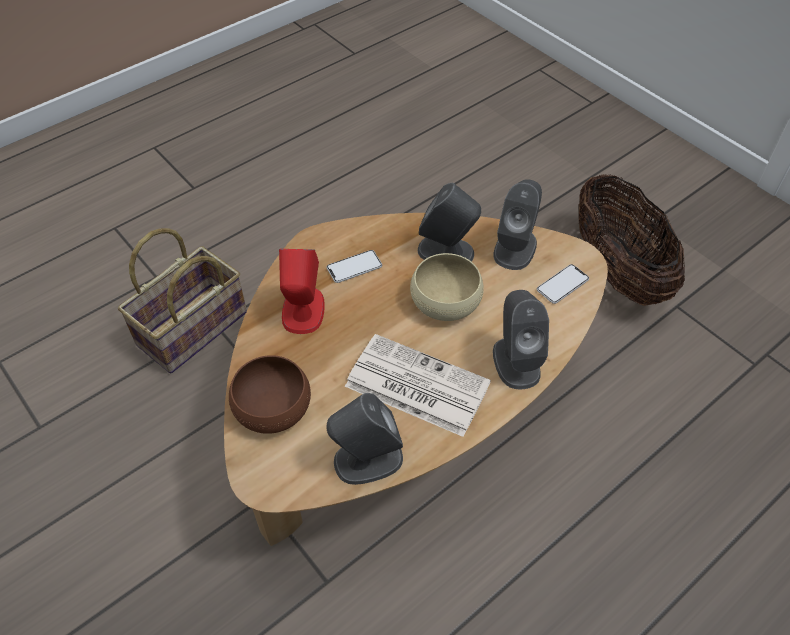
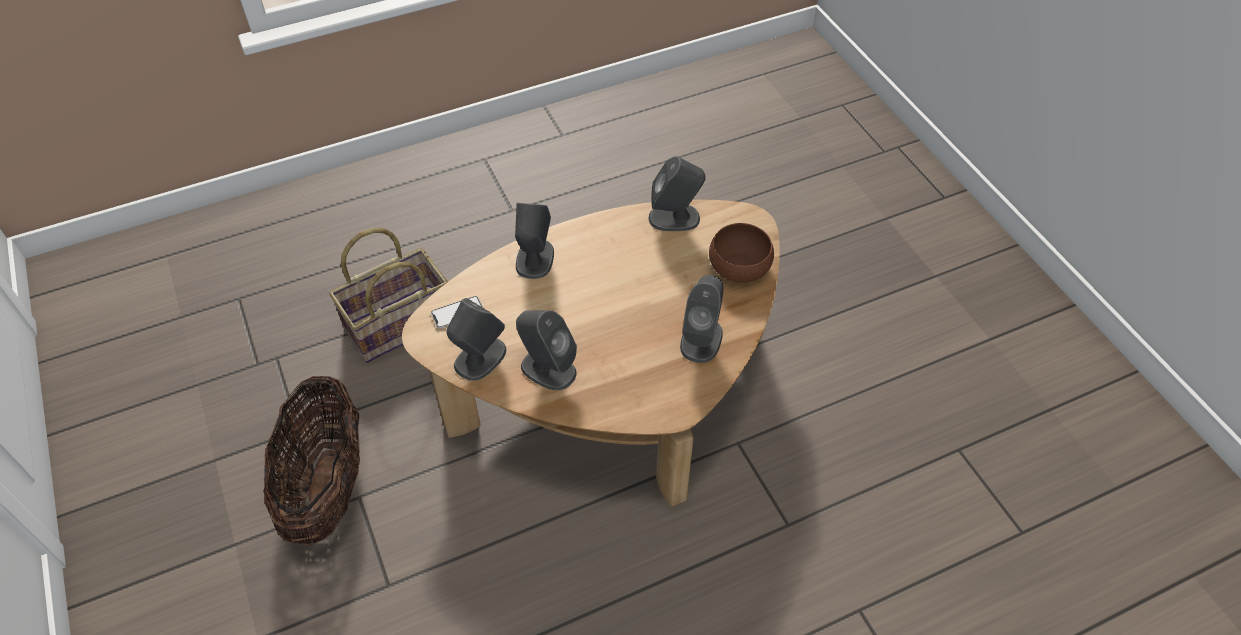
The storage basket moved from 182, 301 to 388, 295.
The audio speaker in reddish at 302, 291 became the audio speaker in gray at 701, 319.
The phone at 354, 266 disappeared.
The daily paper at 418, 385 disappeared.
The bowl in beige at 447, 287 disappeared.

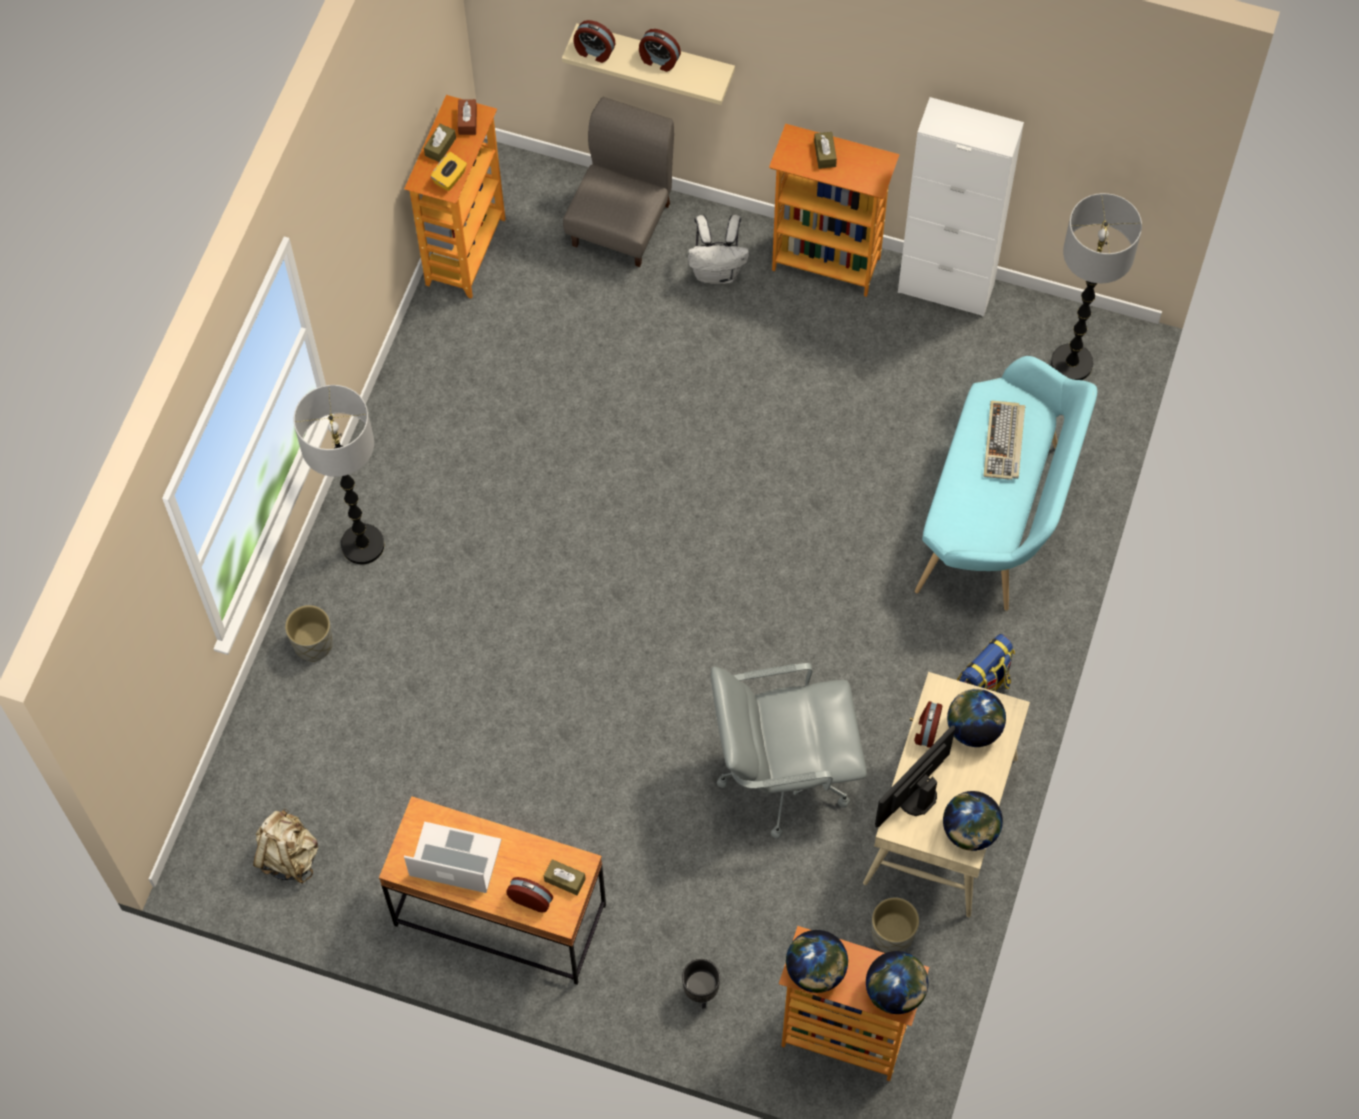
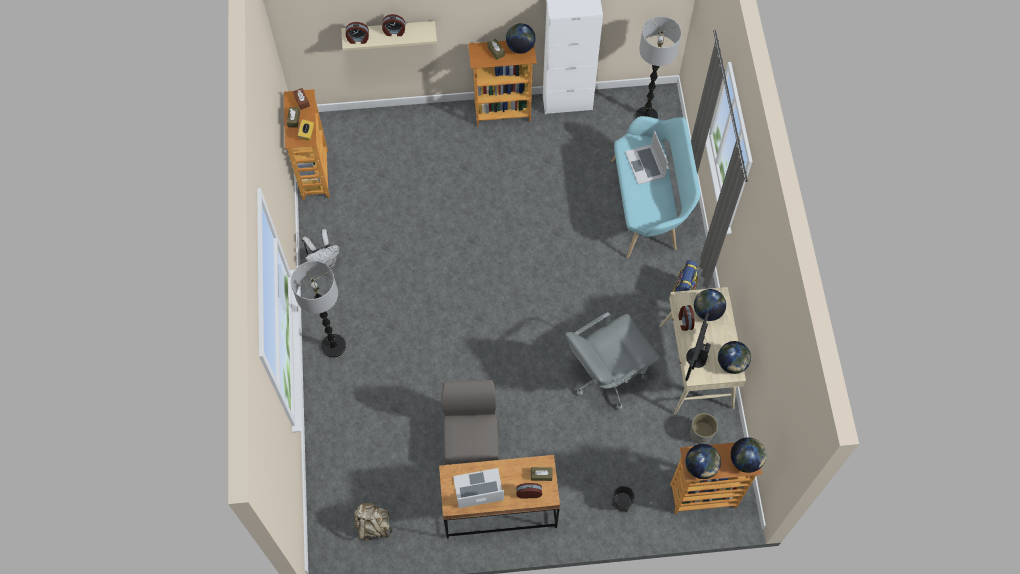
The backpack in whitish moved from 718, 249 to 320, 248.
The upright chair in gray moved from 618, 182 to 470, 422.
The desk globe at 521, 38 appeared.
The PC keyboard at 1004, 440 was replaced by the laptop at 646, 157.
The flower pot in gray at 309, 633 disappeared.

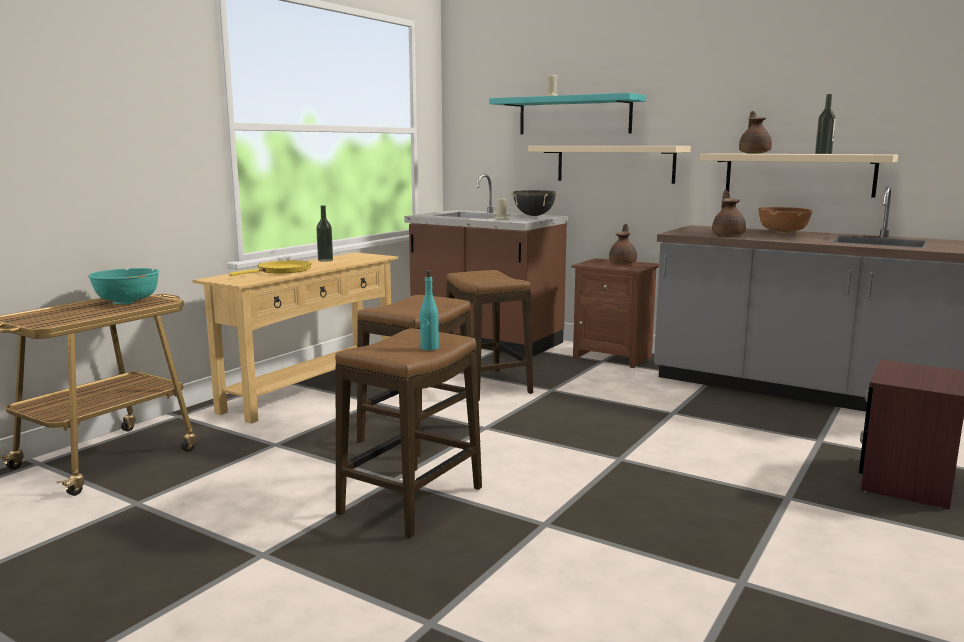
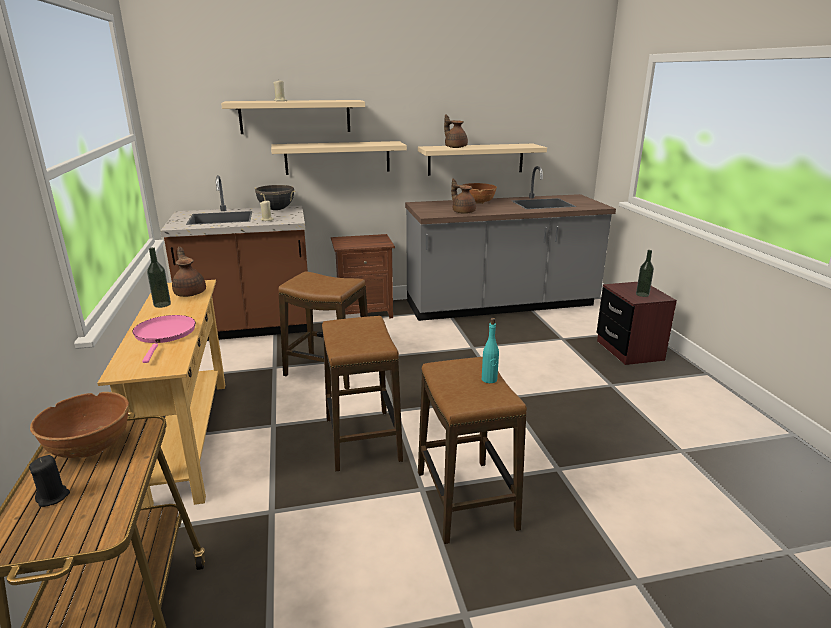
The candle in black-coloured at 49, 481 appeared.
The bowl in turquoise-coloured at 123, 286 became the bowl in brownish at 79, 425.
The frying pan in yellow-coloured at 270, 268 became the frying pan in pink-coloured at 164, 339.
The tea pot in brownish moved from 623, 244 to 189, 272.
The wall shelf in turquoise-coloured at 567, 113 became the wall shelf in beige at 293, 117.
The beverage bottle moved from 825, 124 to 645, 273.

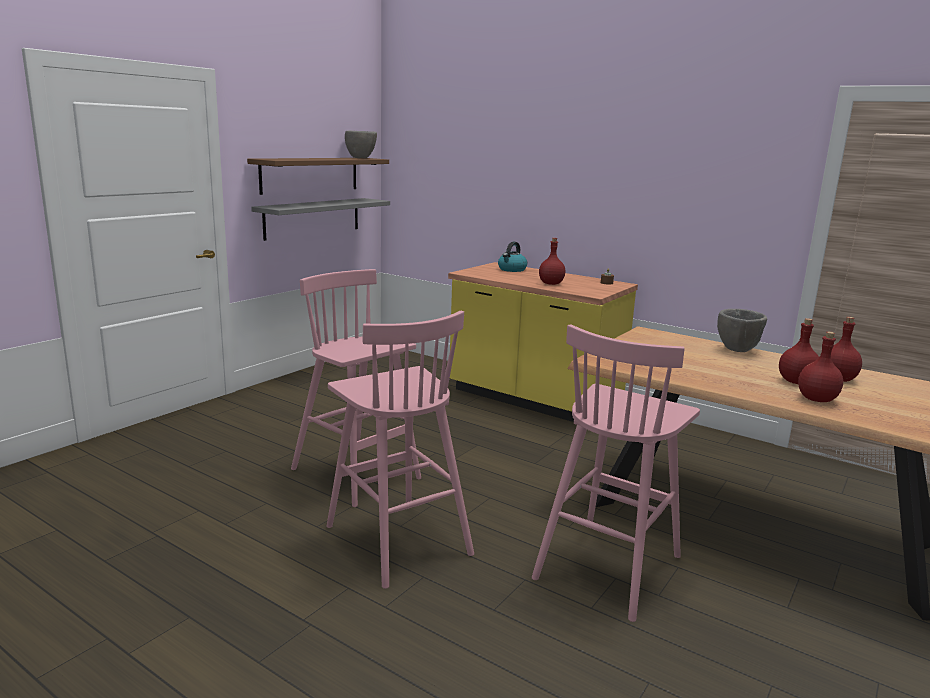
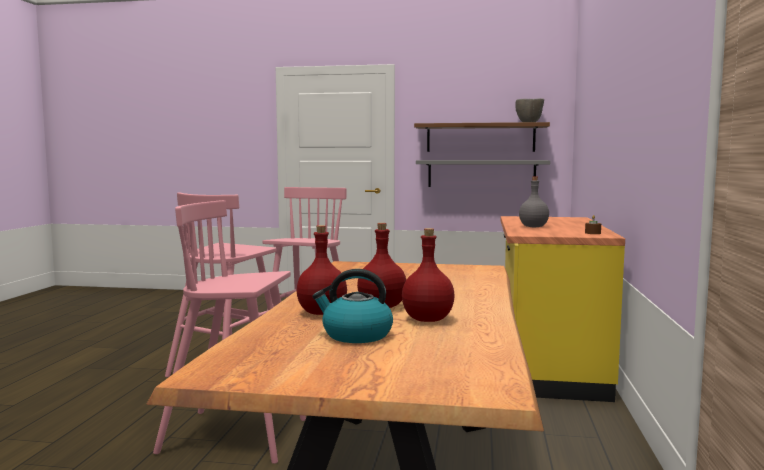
The tea kettle moved from 512, 257 to 352, 306.
The beverage bottle in reddish at 552, 261 became the beverage bottle in gray at 534, 201.
The bowl in gray at 742, 330 disappeared.

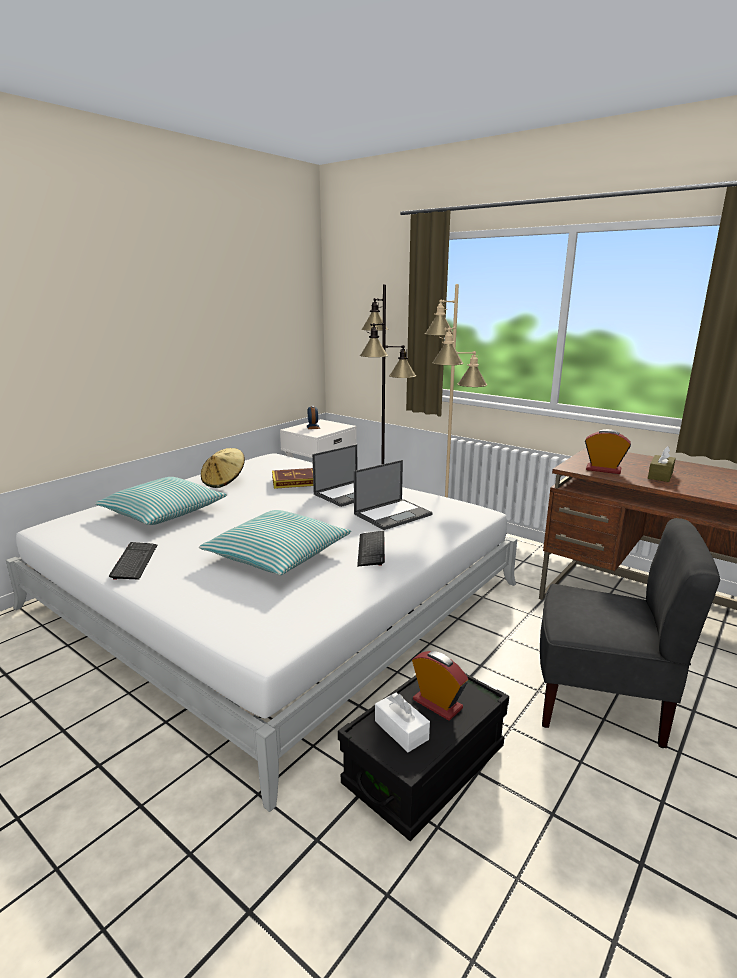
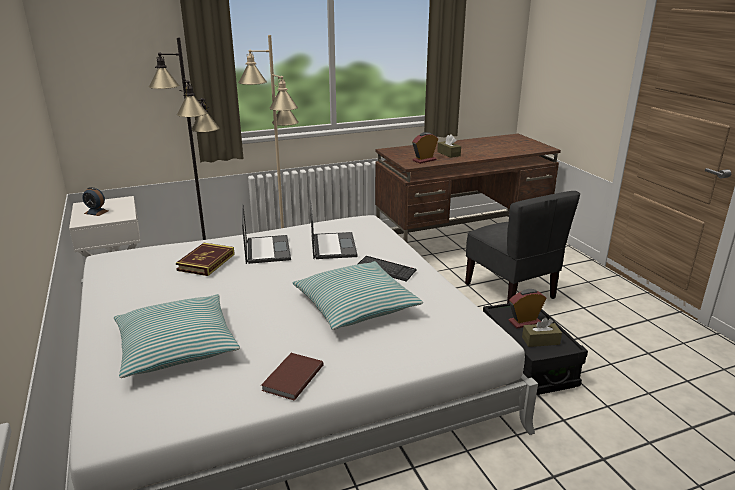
The PC keyboard at 133, 561 was replaced by the book in brownish at 292, 376.
The upright chair in gray at 630, 633 turned 105 degrees clockwise.
The box of tissues in whitish at 402, 722 became the box of tissues in brownish at 542, 332.
The clothing hat in beige at 223, 468 disappeared.

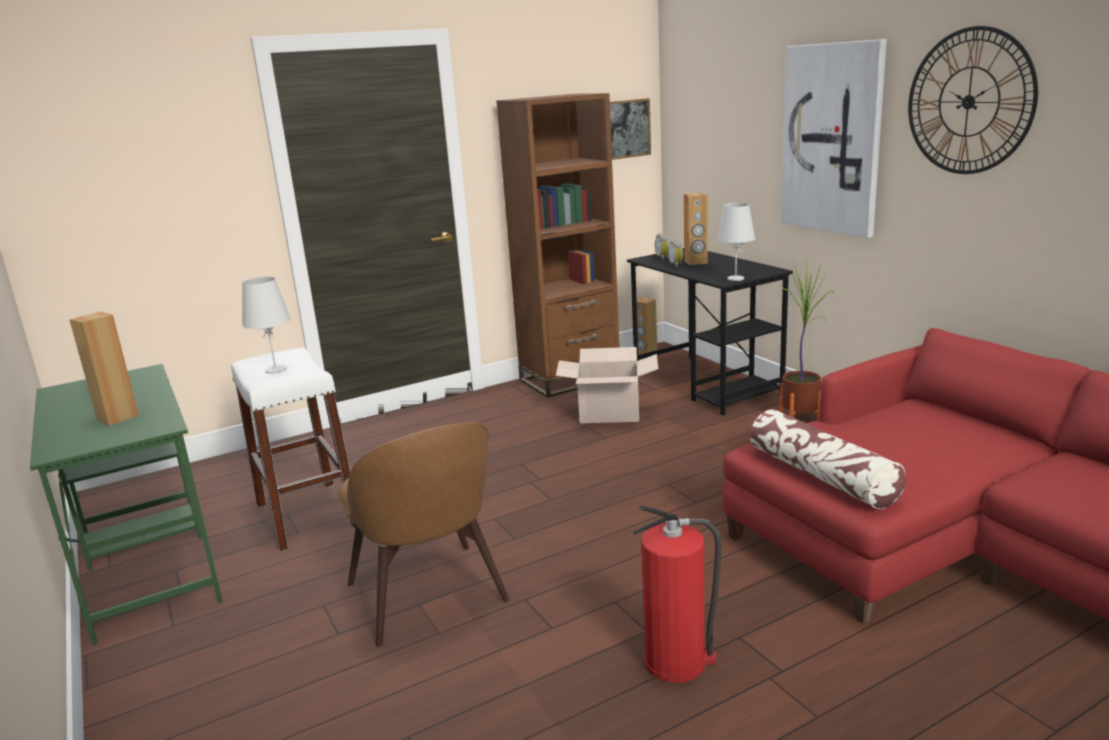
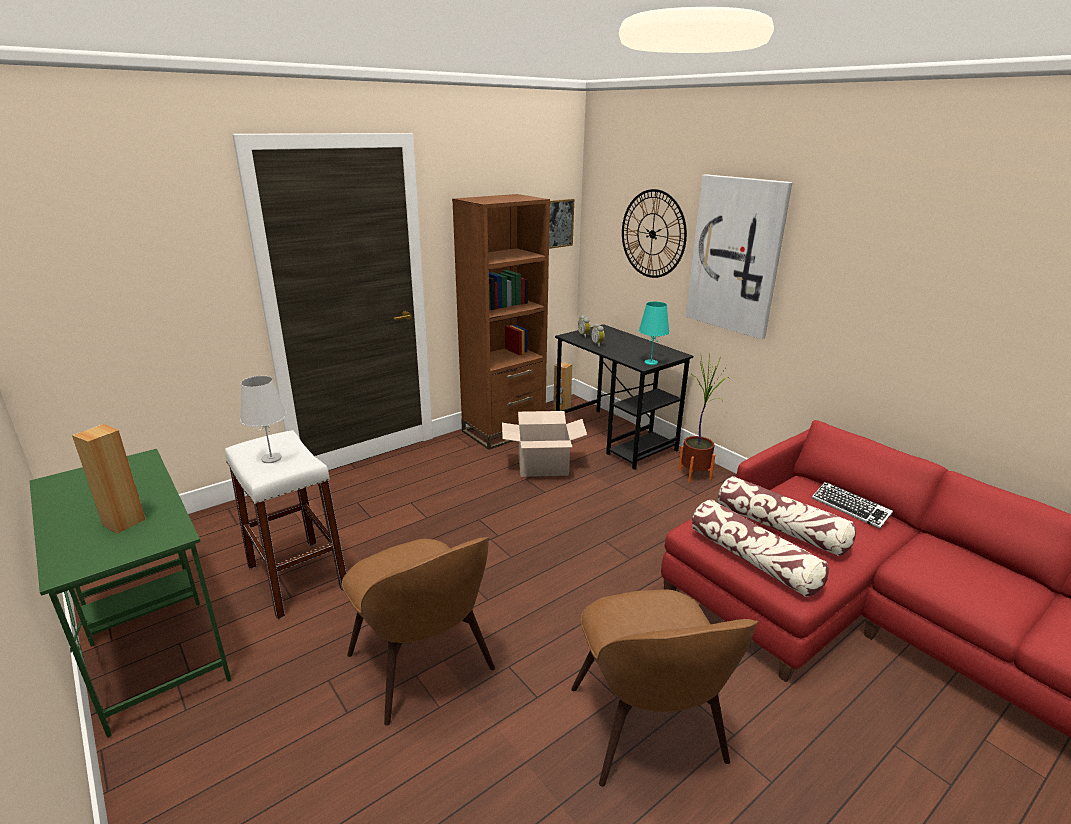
The fire extinguisher at 677, 594 was replaced by the upright chair in brownish at 664, 688.
The clock on the wall moved from 973, 100 to 654, 233.
The table lamp in whitish at 736, 242 became the table lamp in turquoise-coloured at 654, 333.
The pillow at 787, 516 appeared.
The PC keyboard at 852, 505 appeared.
The audio speaker in brownish at 696, 228 disappeared.

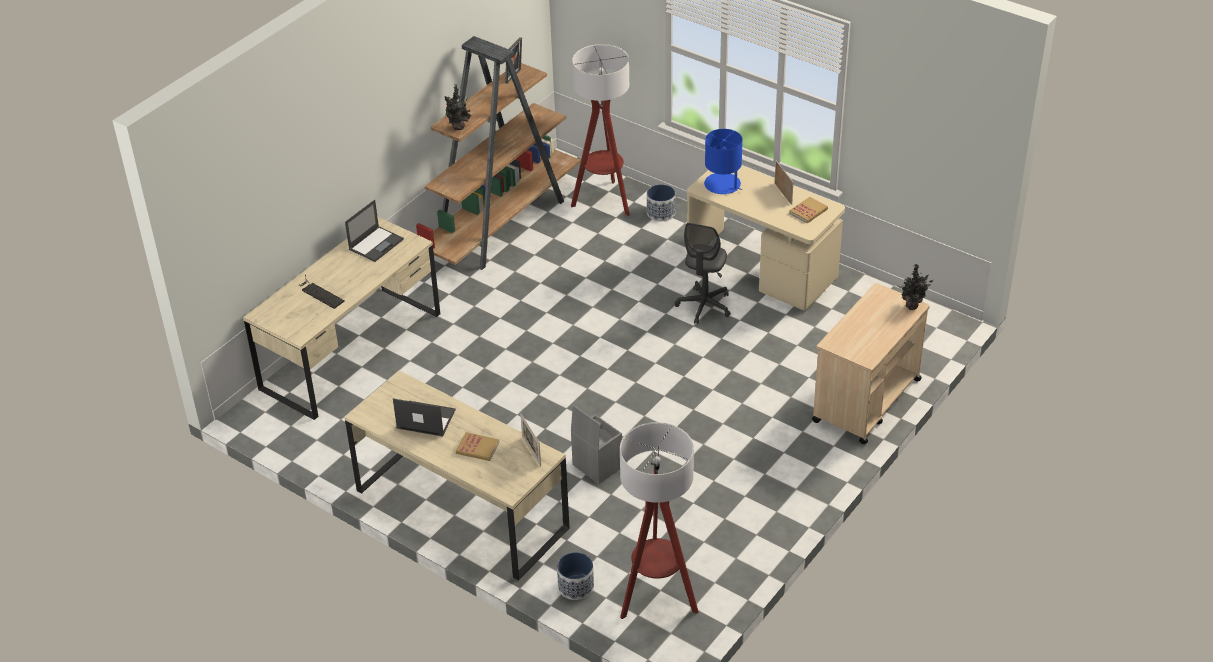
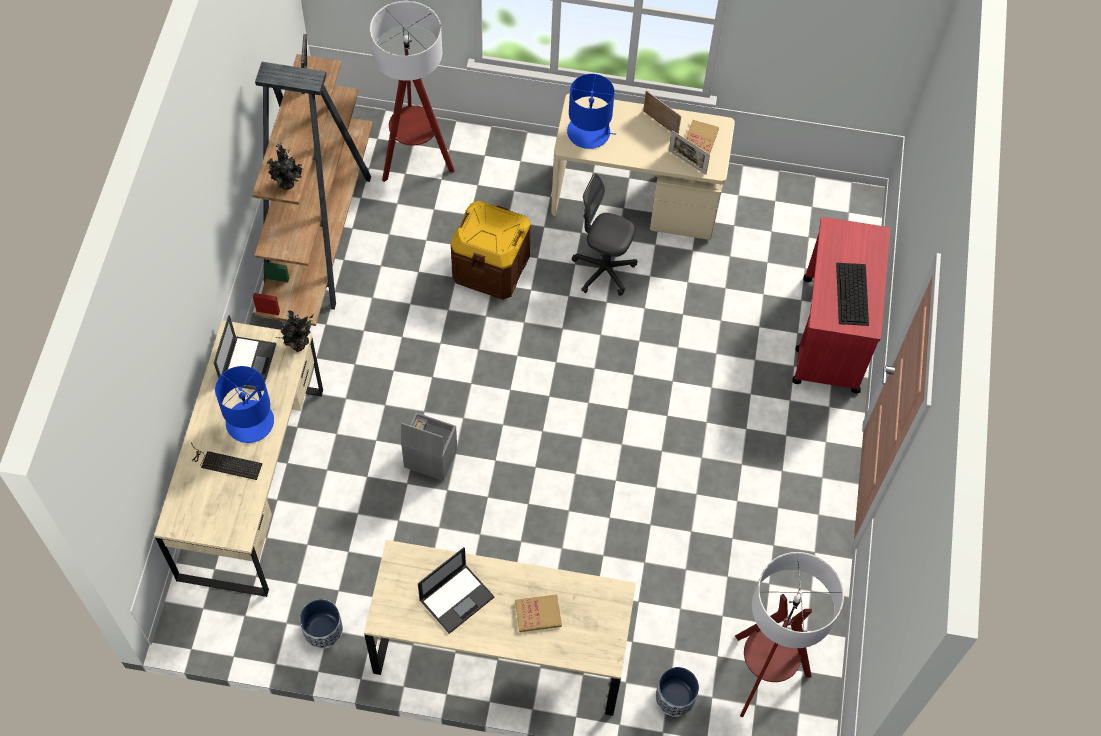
The table lamp in bluish at 244, 404 appeared.
The plant in a pot moved from 915, 287 to 295, 331.
The flower pot moved from 661, 202 to 321, 624.
The storage box in gray moved from 596, 444 to 429, 446.
The laptop at 424, 417 turned 150 degrees clockwise.
The storage box in brownish at 490, 250 appeared.
The office chair in gray at 702, 273 turned 120 degrees clockwise.
The picture frame moved from 531, 440 to 689, 152.
The trolley in beige at 871, 363 became the trolley in reddish at 841, 305.
The PC keyboard at 852, 294 appeared.

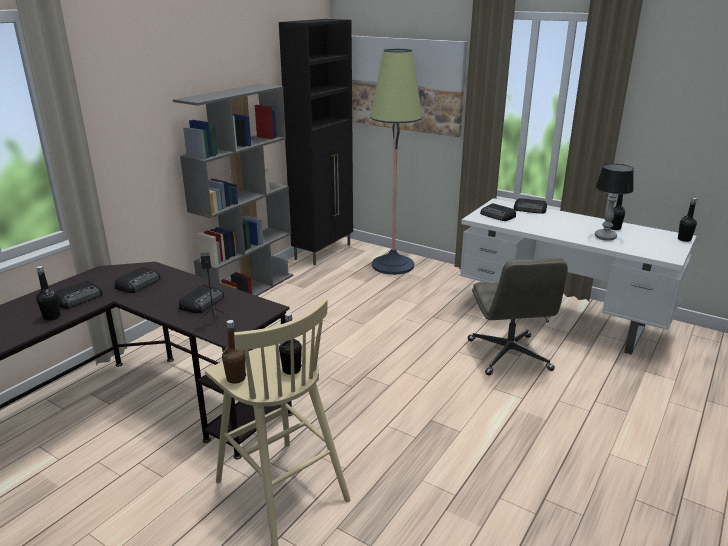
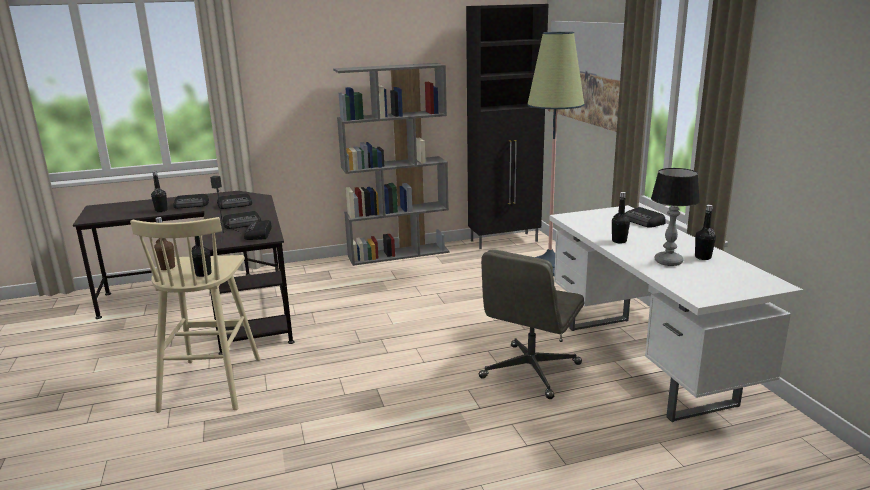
The radio receiver moved from 498, 212 to 258, 230.
The beverage bottle in black-coloured moved from 687, 220 to 621, 217.

